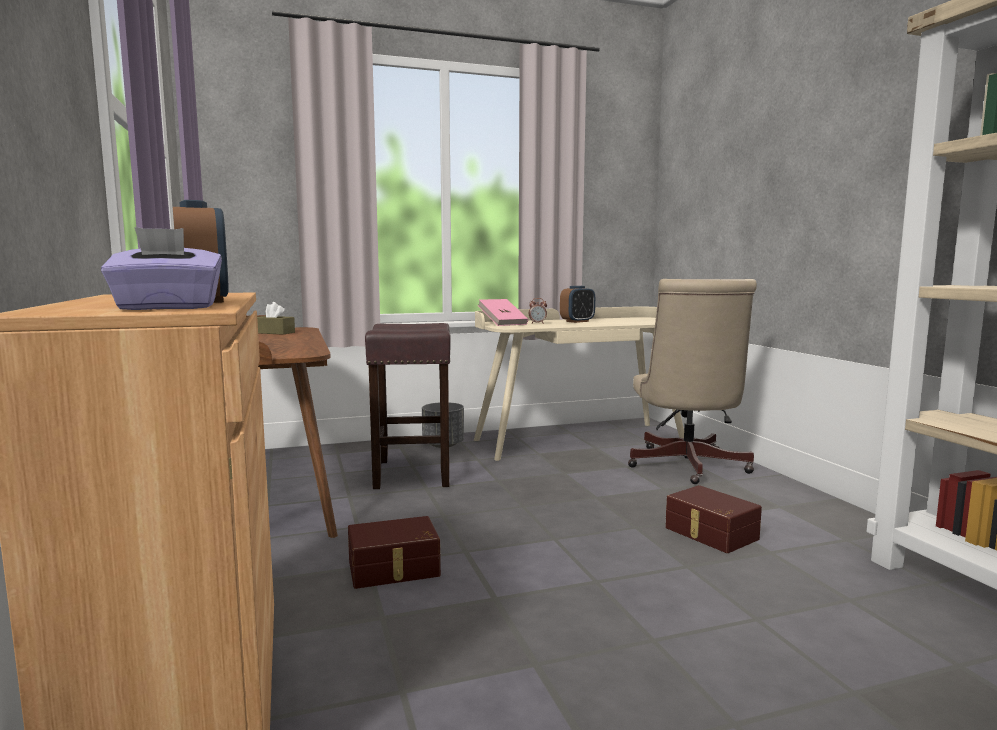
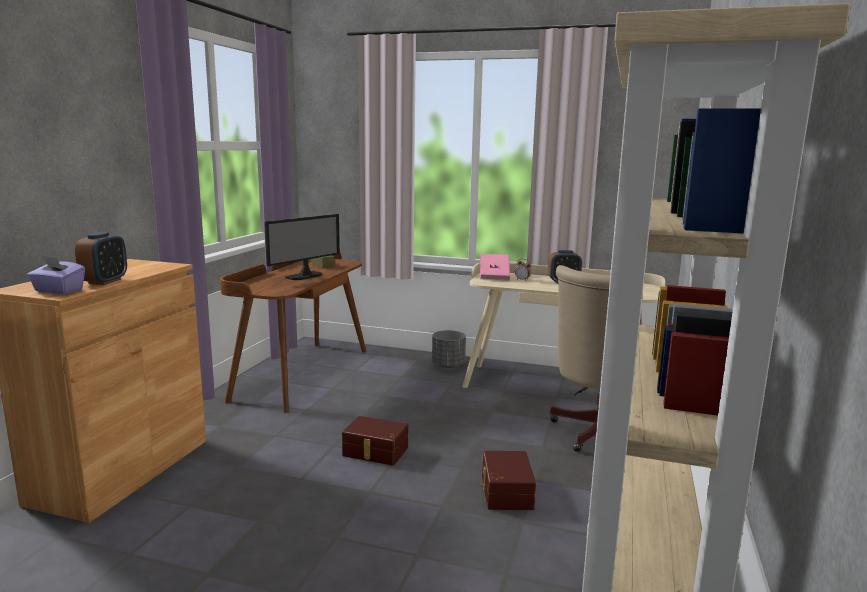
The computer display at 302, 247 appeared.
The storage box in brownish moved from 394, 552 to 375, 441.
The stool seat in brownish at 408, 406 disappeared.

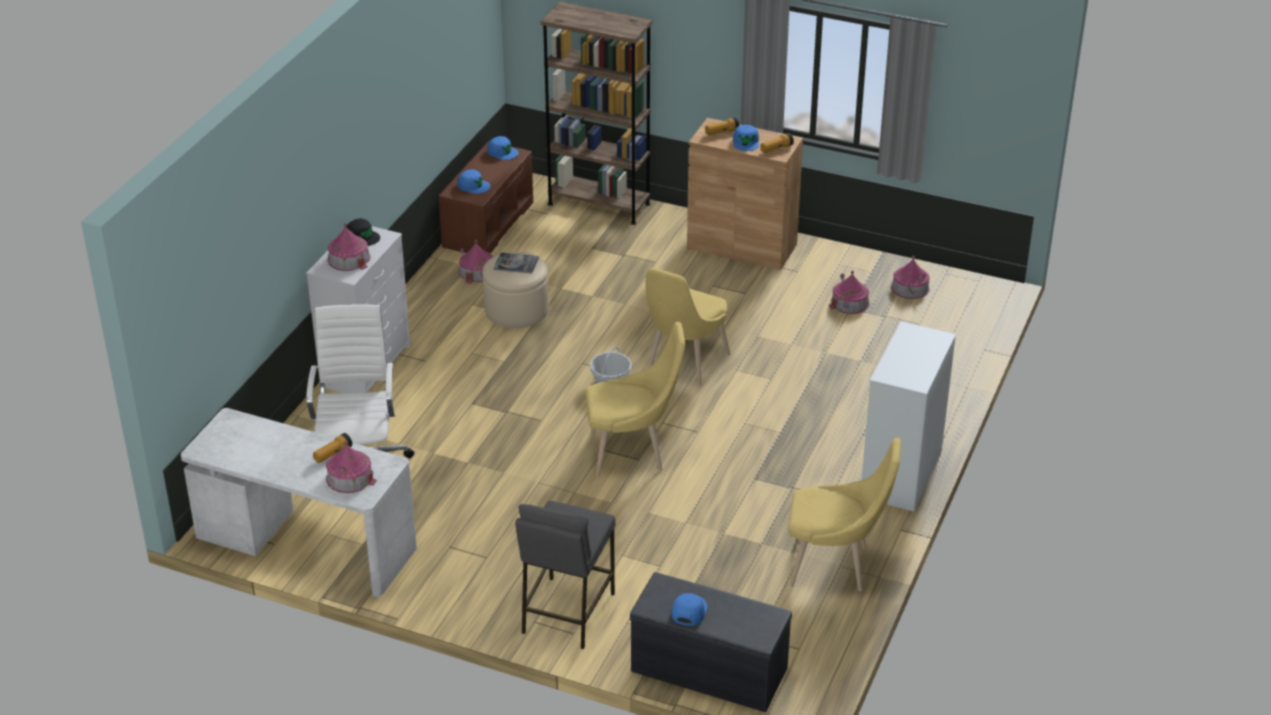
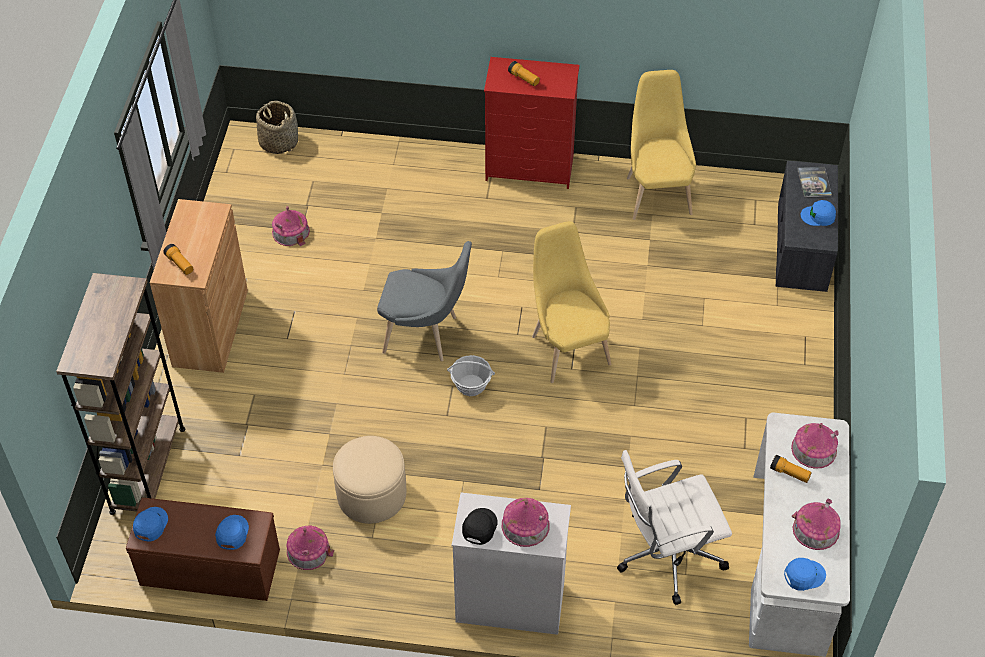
The storage basket at 277, 127 appeared.
The upright chair in yellow-coloured at 688, 327 became the upright chair in gray at 424, 301.
The dresser in whitish at 908, 416 became the dresser in reddish at 532, 123.
The hand torch moved from 777, 143 to 524, 73.
The cap in bluish moved from 746, 138 to 805, 574.
The toy house moved from 910, 277 to 816, 524.
The book moved from 516, 263 to 814, 182.
The stool seat in gray at 565, 575 disappeared.

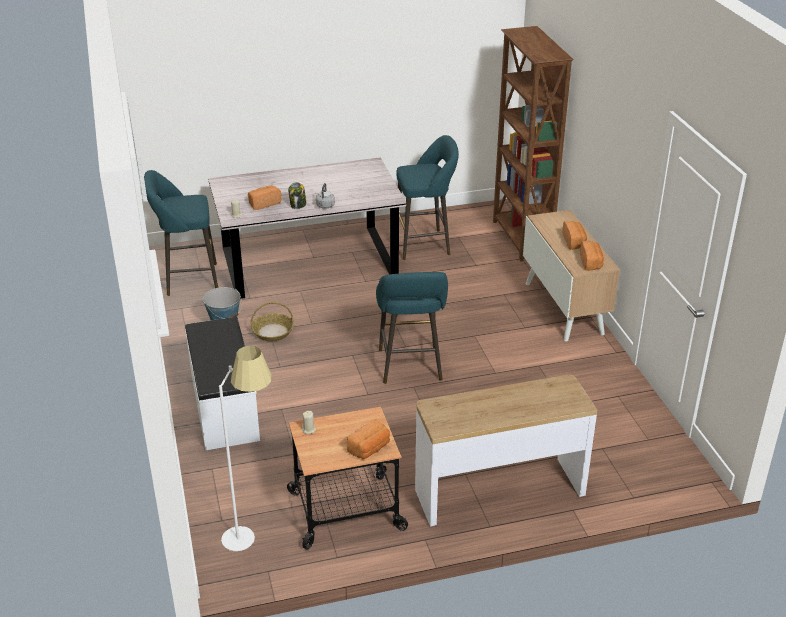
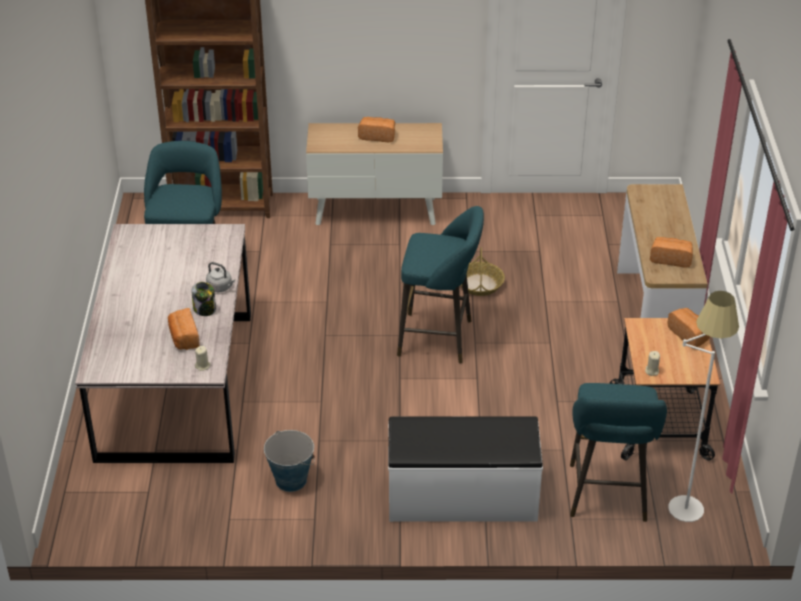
The storage basket moved from 272, 322 to 482, 271.
The stool seat in turquoise-coloured moved from 181, 233 to 618, 452.
The bakery bread moved from 592, 256 to 671, 252.

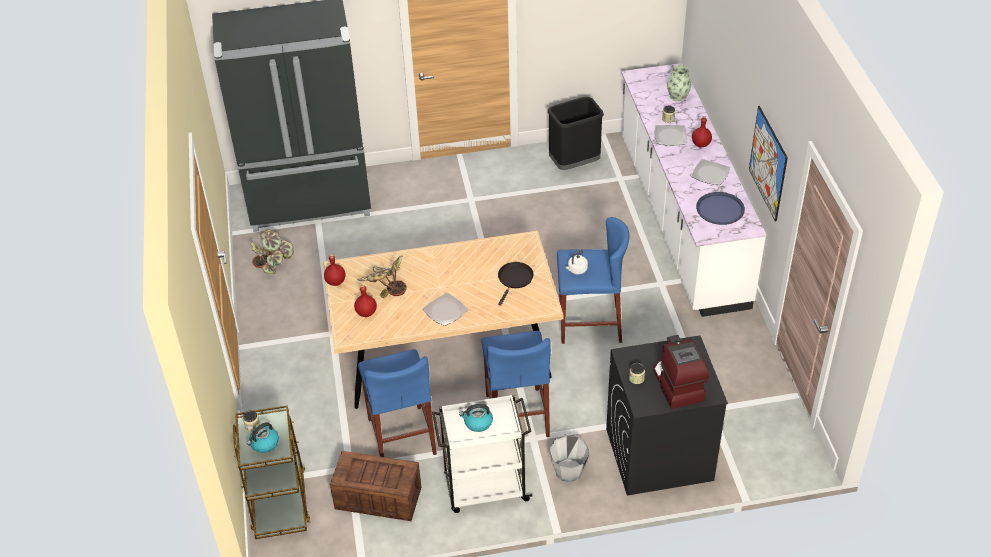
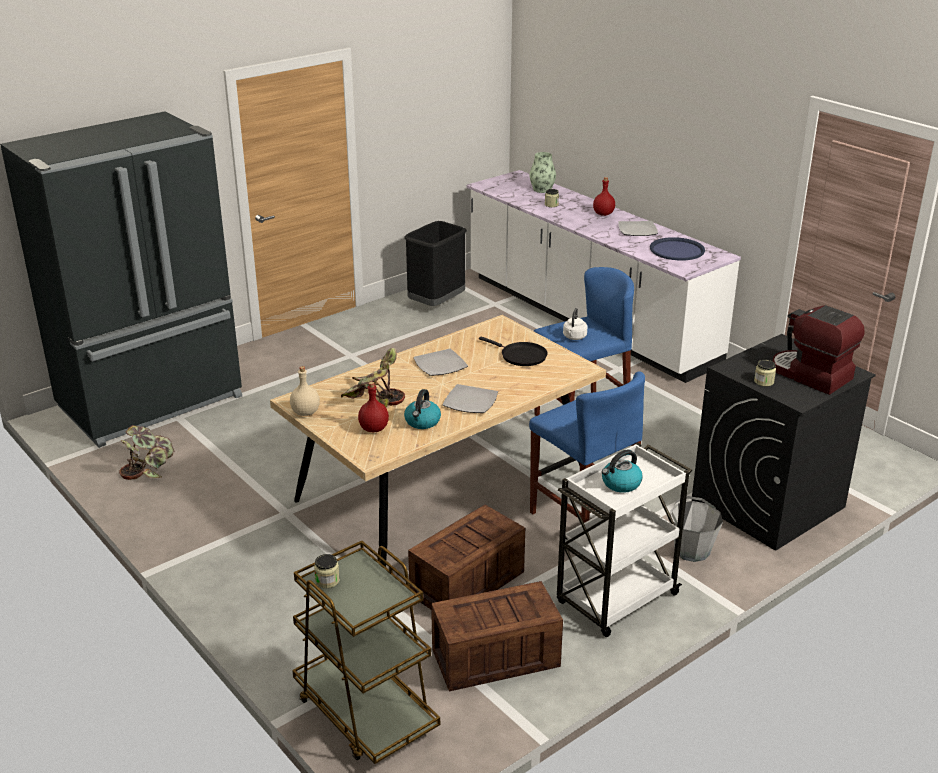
The beverage bottle in reddish at 334, 270 became the beverage bottle in beige at 305, 391.
The tea kettle moved from 263, 437 to 422, 409.
The stool seat in bluish at 397, 403 was replaced by the packing crate at 466, 557.
The plate moved from 671, 135 to 440, 362.
The frying pan in black-coloured at 516, 284 turned 135 degrees clockwise.
The wall art at 768, 164 disappeared.

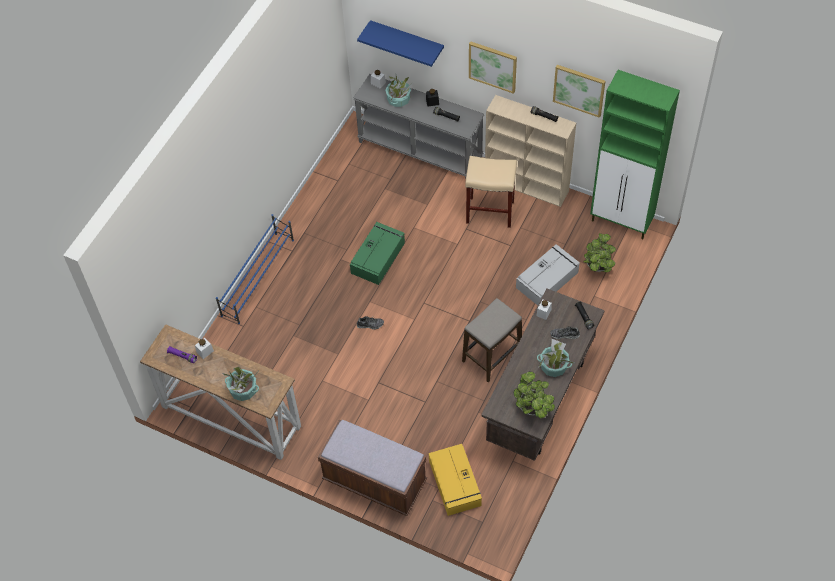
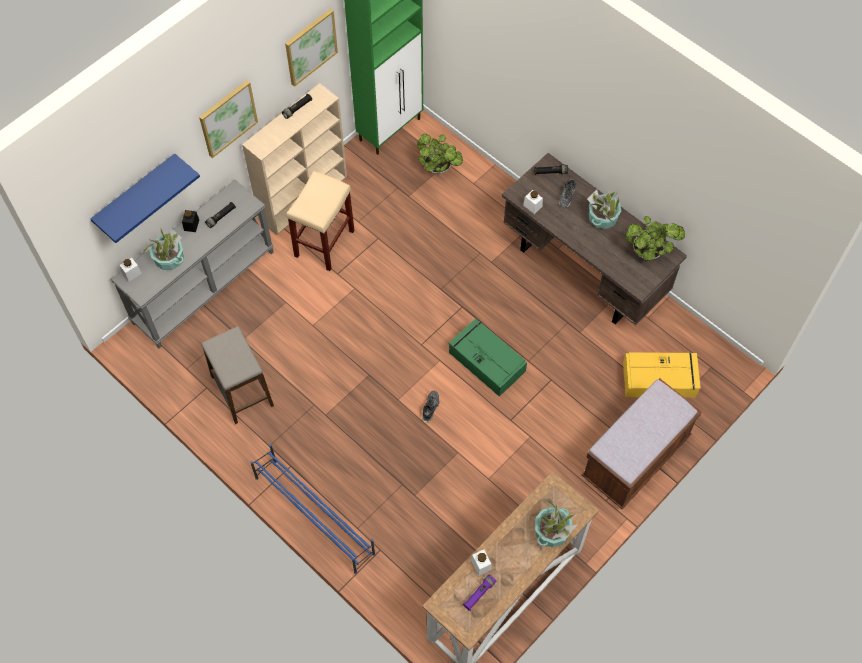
The stool seat moved from 492, 340 to 238, 375.
The storage box in green-coloured moved from 377, 253 to 488, 357.
The storage box in gray at 548, 274 disappeared.

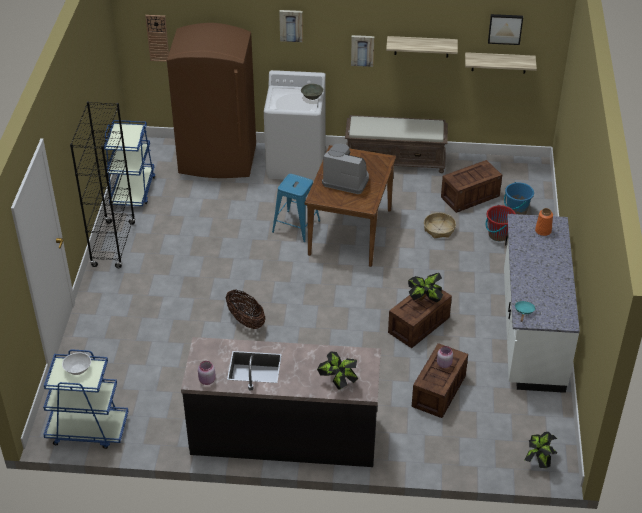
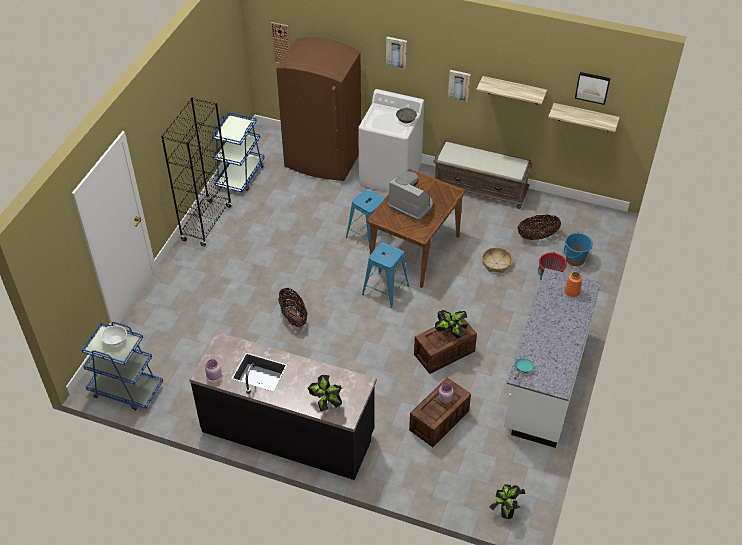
The stool seat in bluish at 385, 275 appeared.
The packing crate at 471, 186 was replaced by the storage basket at 539, 227.

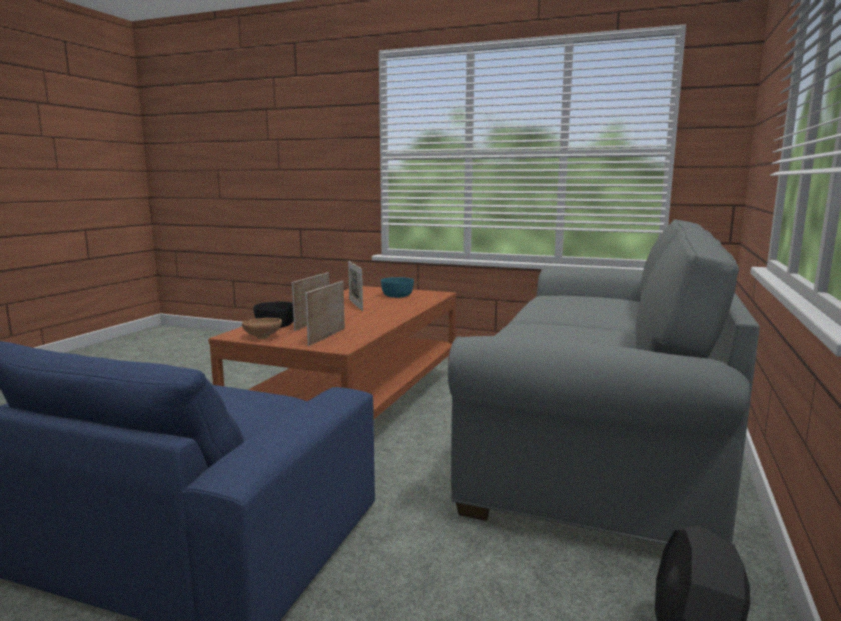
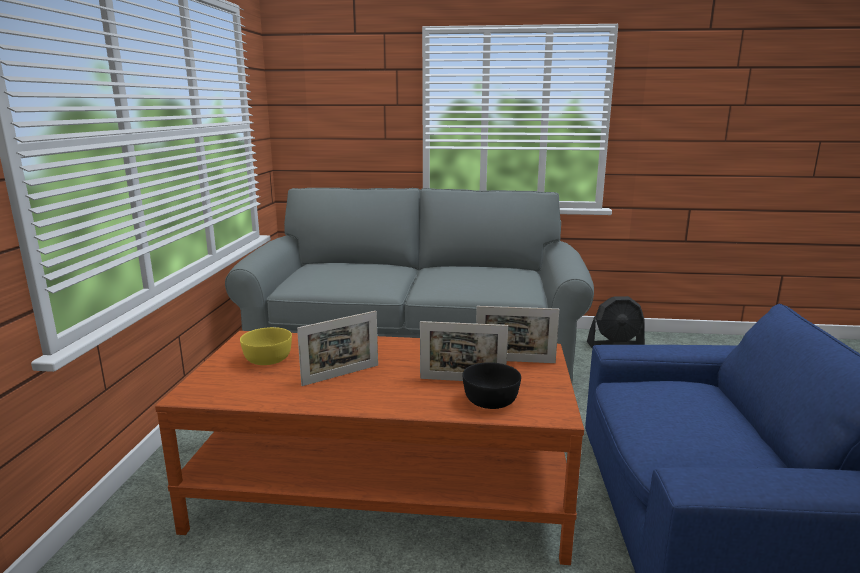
The bowl in turquoise-coloured at 397, 287 became the bowl in yellow-coloured at 266, 346.
The bowl in brownish at 262, 328 disappeared.

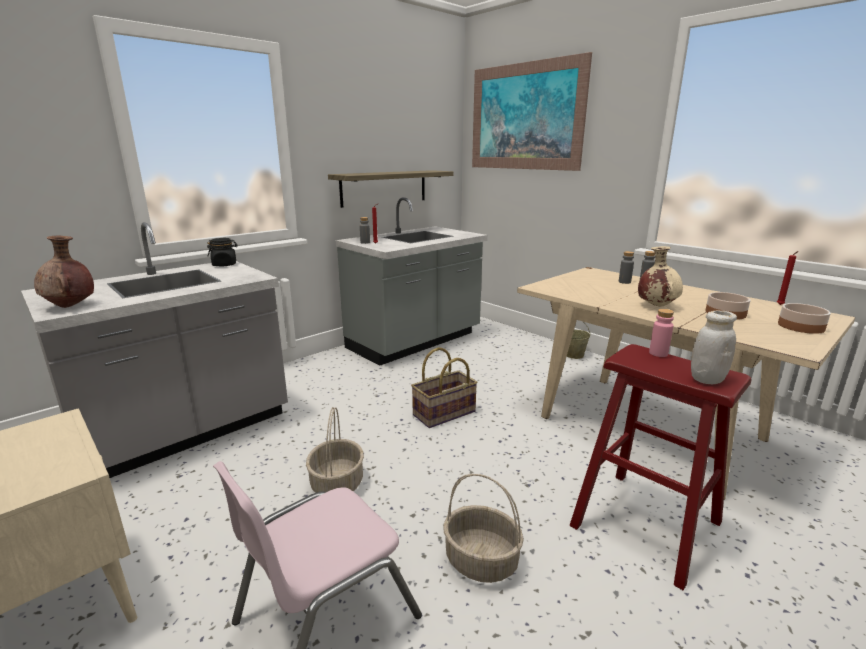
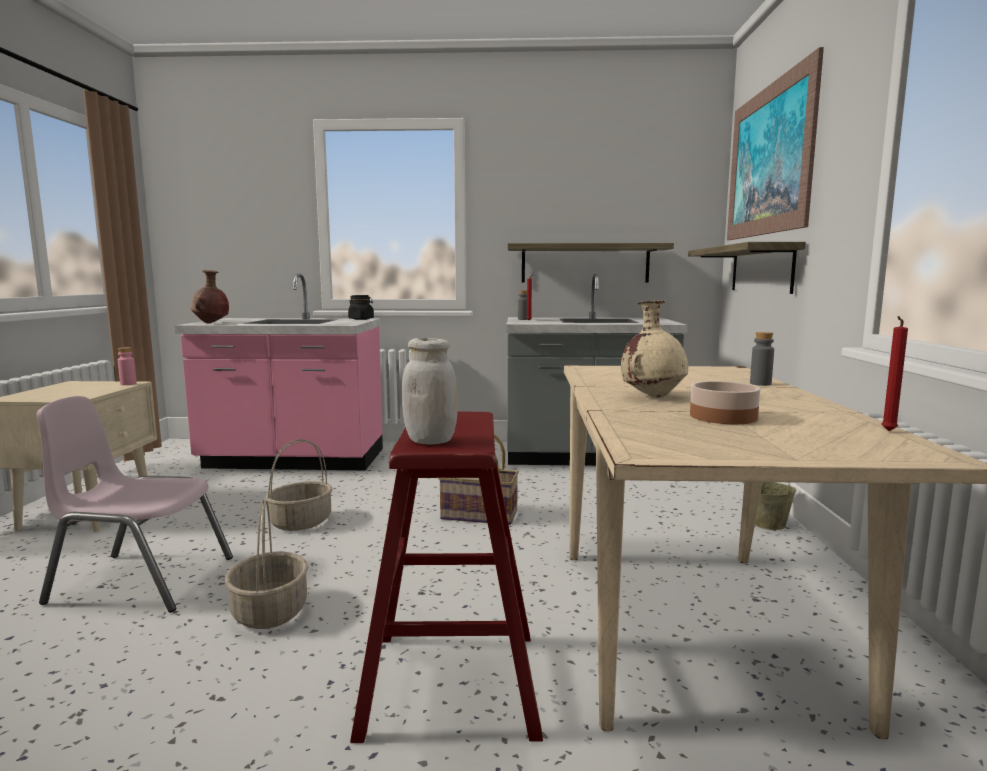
The beverage bottle in pink-coloured moved from 661, 333 to 127, 366.
The kitchen base unit in gray at 154, 350 became the kitchen base unit in pink-coloured at 278, 372.
The wall shelf at 747, 268 appeared.
The beverage bottle in gray at 626, 267 disappeared.
The bowl at 804, 318 disappeared.

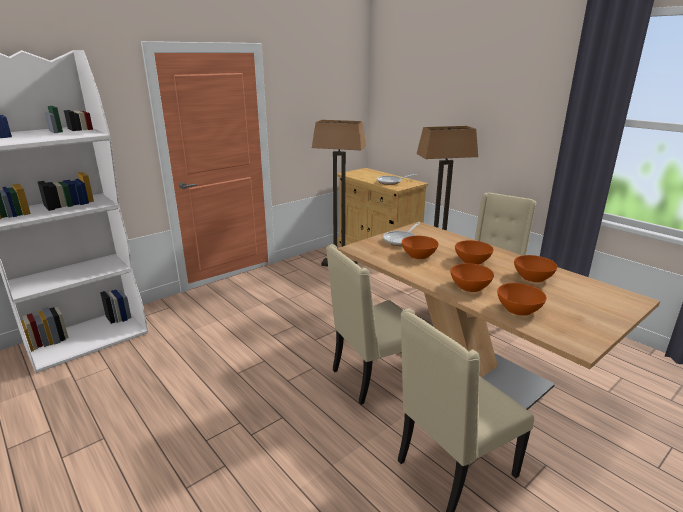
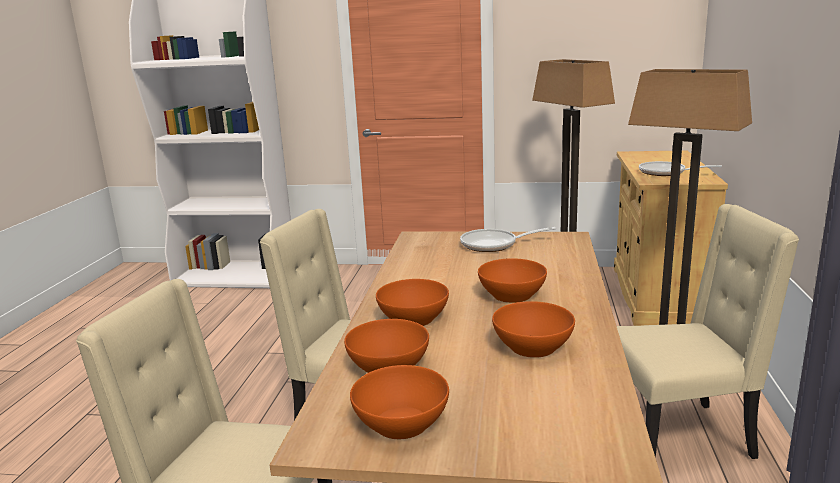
The bowl in orange moved from 420, 247 to 399, 402.

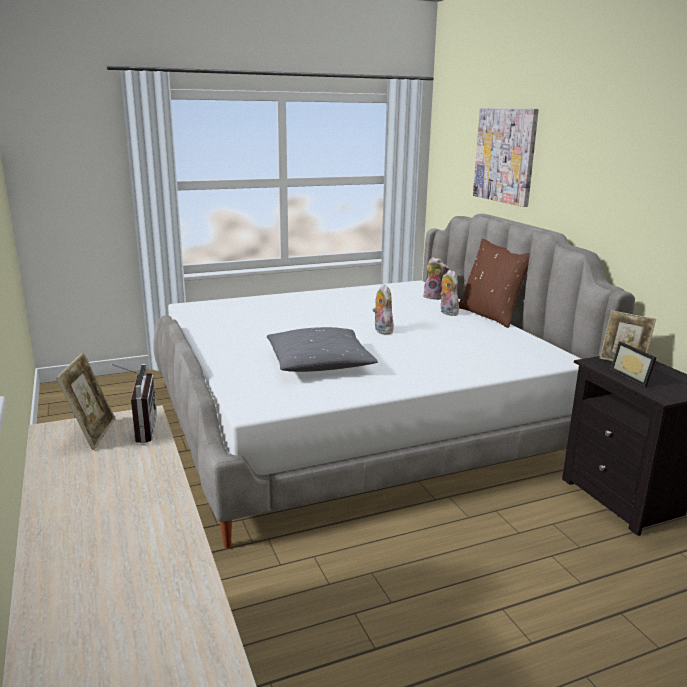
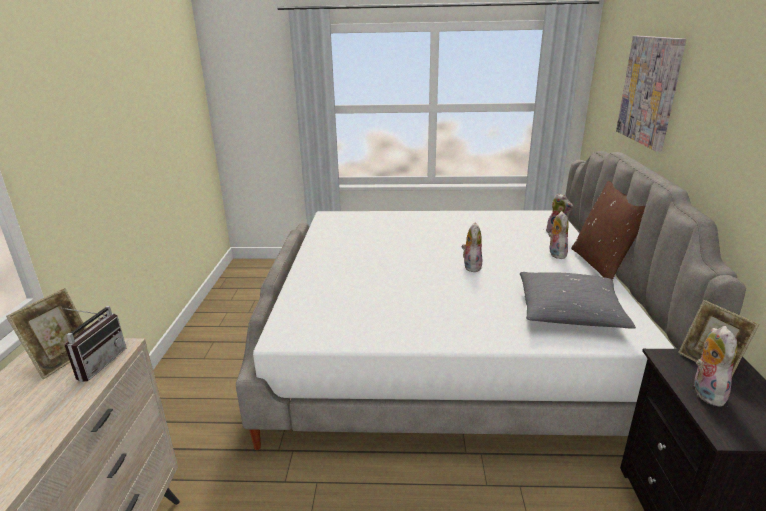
The pillow in gray moved from 322, 349 to 578, 300.
The picture frame at 633, 364 was replaced by the soft toy at 716, 366.

